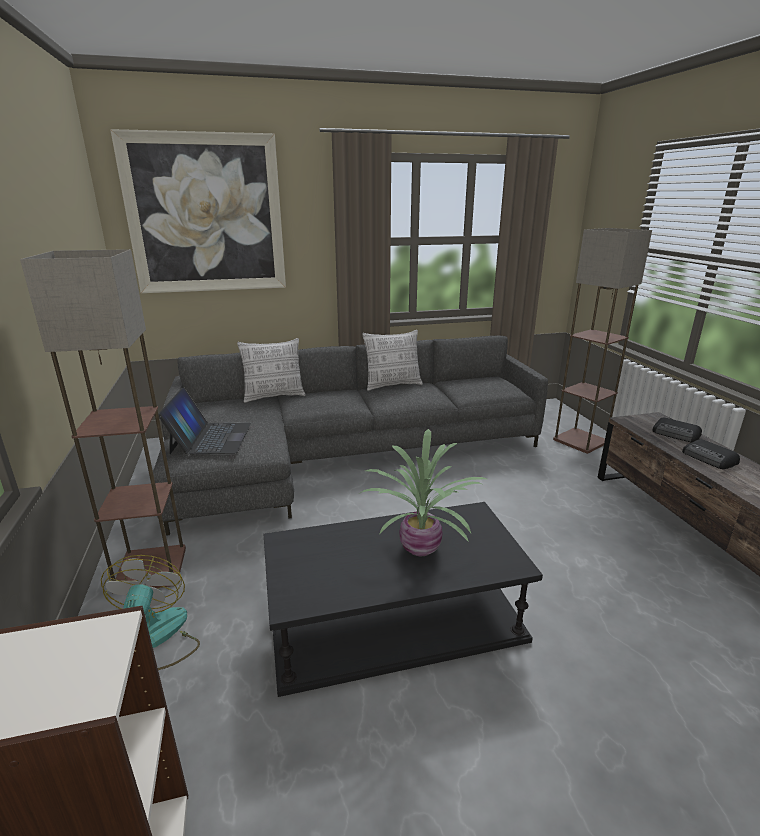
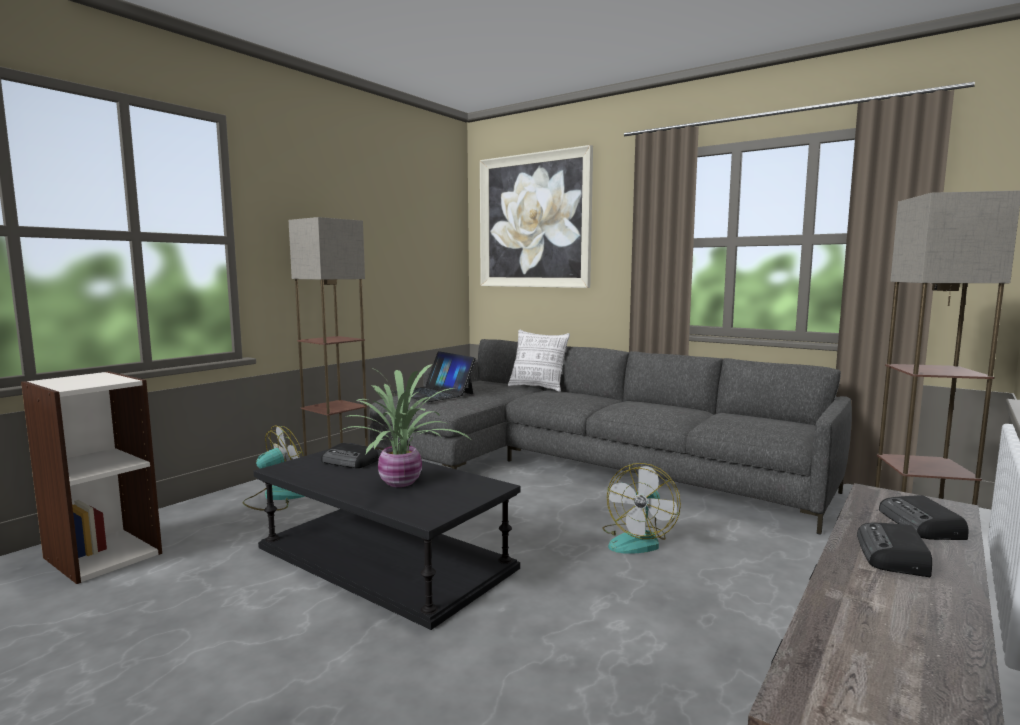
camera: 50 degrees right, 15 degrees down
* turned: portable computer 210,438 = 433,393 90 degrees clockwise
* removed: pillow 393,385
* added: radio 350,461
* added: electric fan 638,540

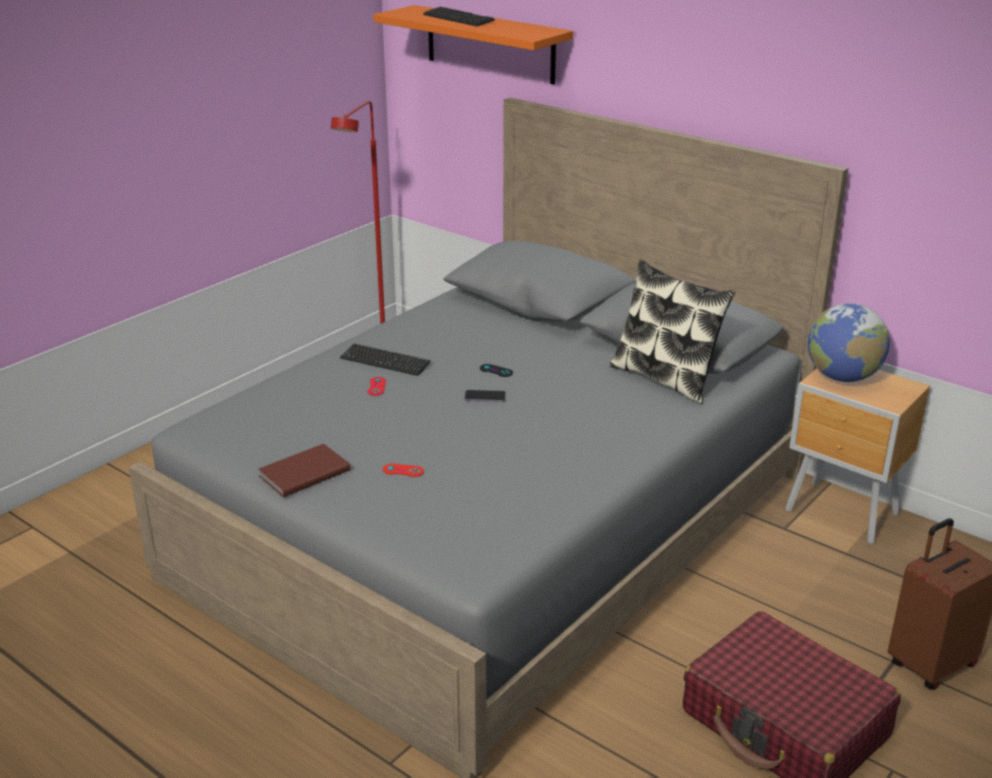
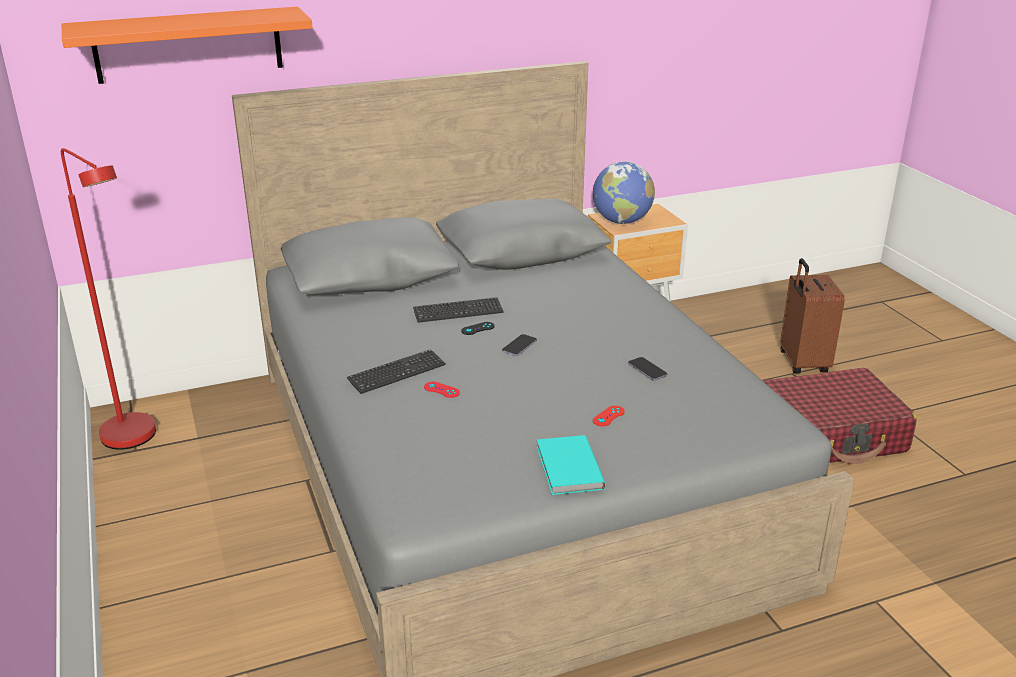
camera: 60 degrees left, 0 degrees up
* recoloured: bound book in brown 302,473 to bound book in turquoise-coloured 567,468
* moved: keyboard 458,19 to 458,312
* removed: pillow 665,378
* added: telephone 647,370

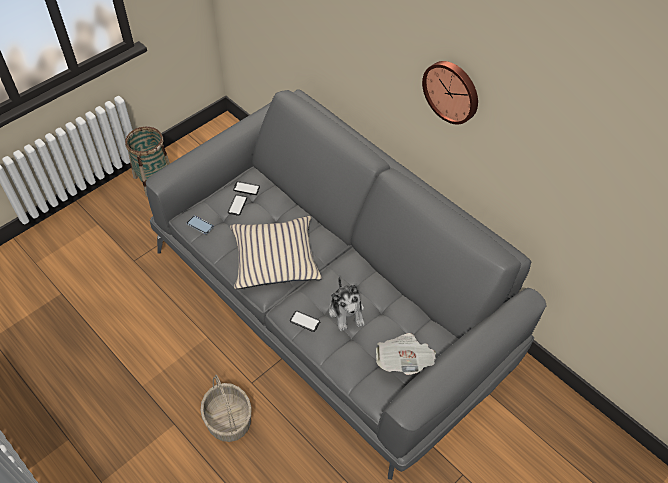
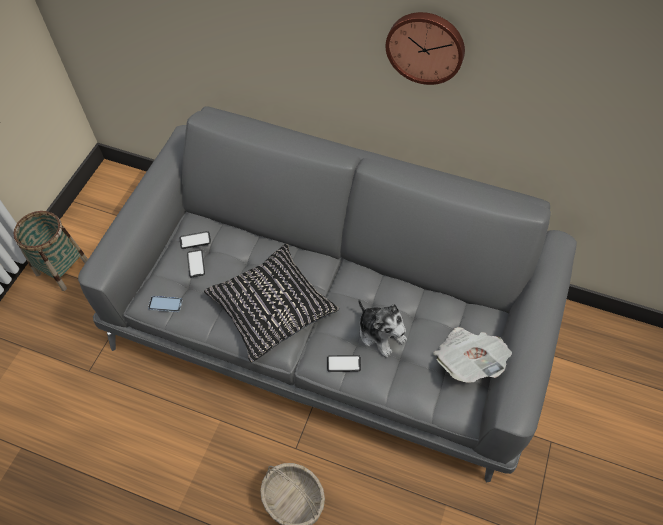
camera: 25 degrees left, 5 degrees up
* recoloured: pillow in beige-coloured 275,258 to pillow in black 271,307

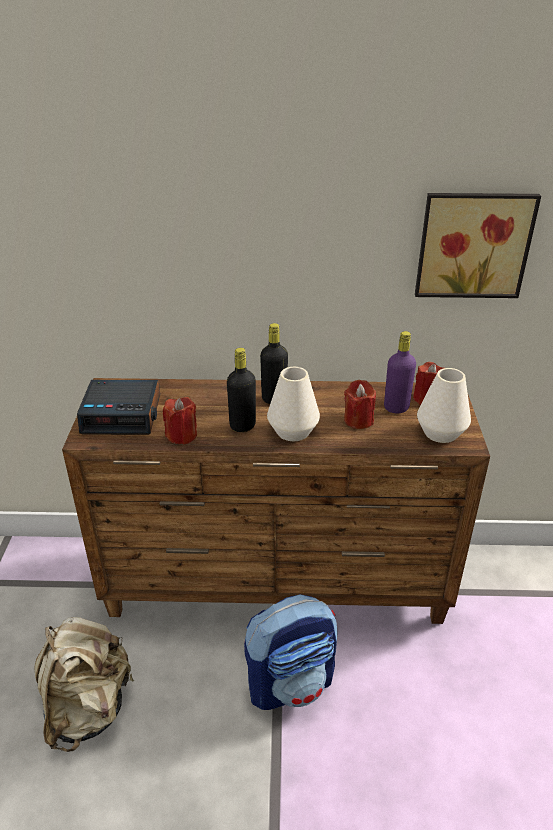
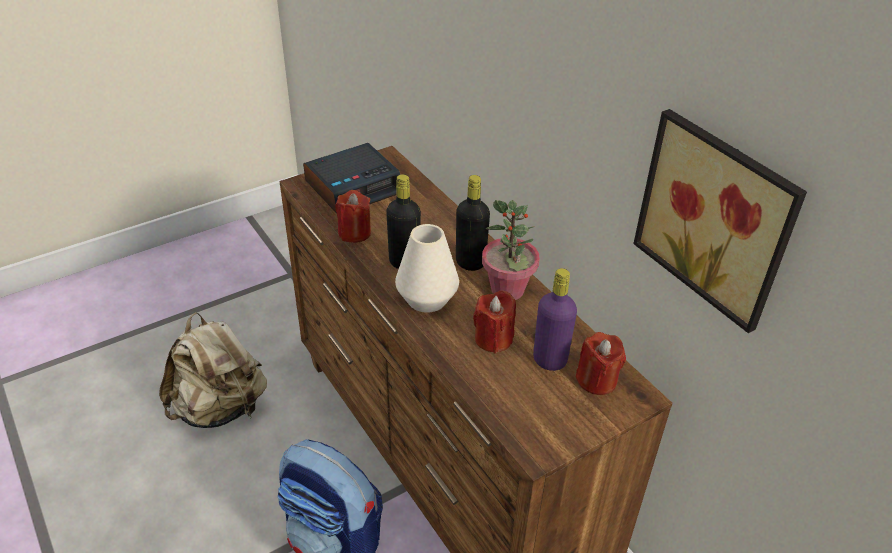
camera: 55 degrees right, 5 degrees up
* turned: bedside clock 123,414 = 353,186 90 degrees counterclockwise
* removed: vase in white 440,433
* added: plant in a pot 508,290

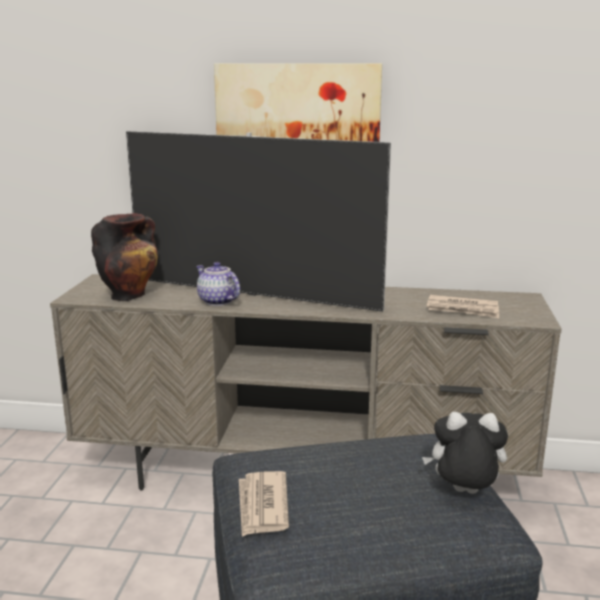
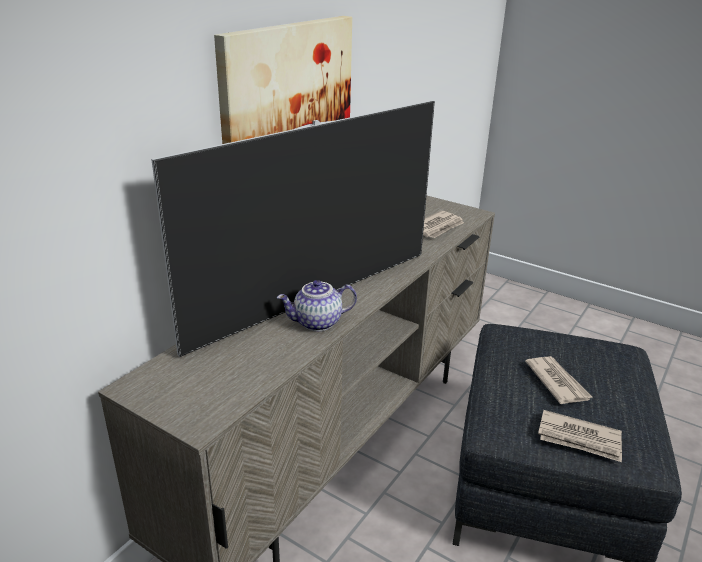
camera: 65 degrees left, 10 degrees up
* removed: vase 129,295
* removed: plush toy 463,493
* added: printed paper 557,382

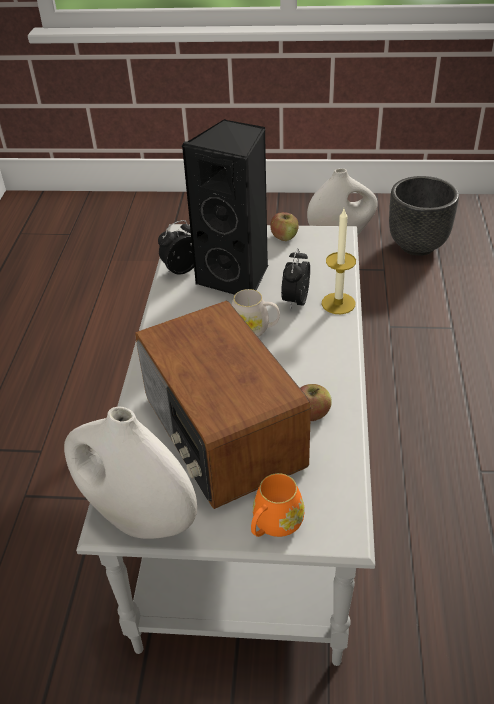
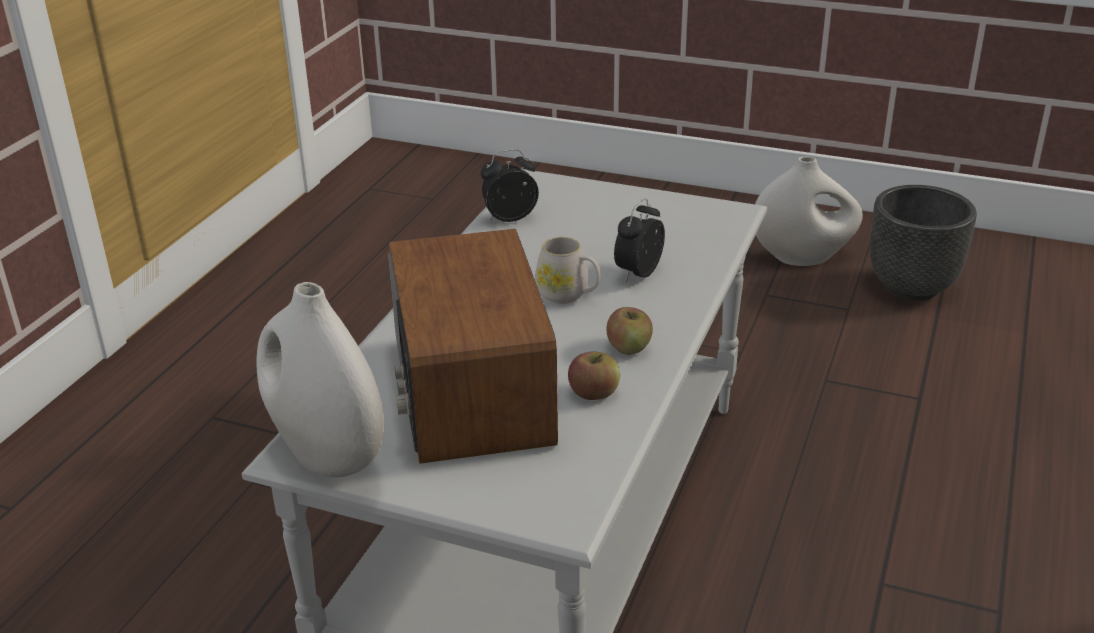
camera: 15 degrees right, 10 degrees down
* removed: audio speaker in black 237,277
* removed: mug in orangey 274,525
* moved: whole apple 284,236 to 629,347
* removed: candle 338,303

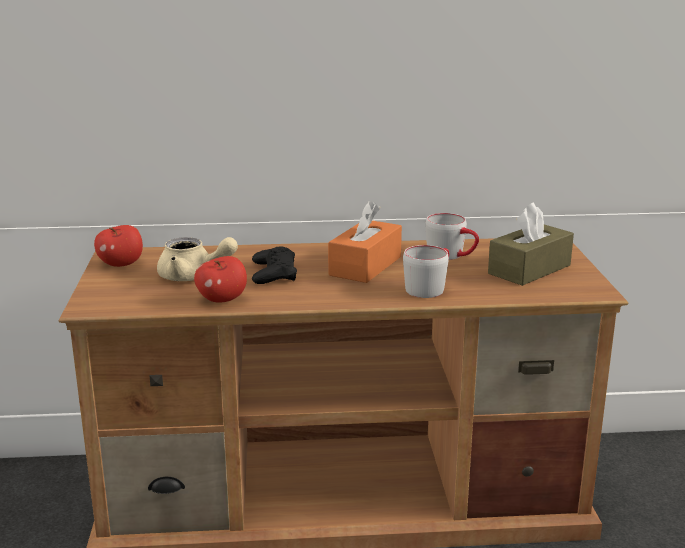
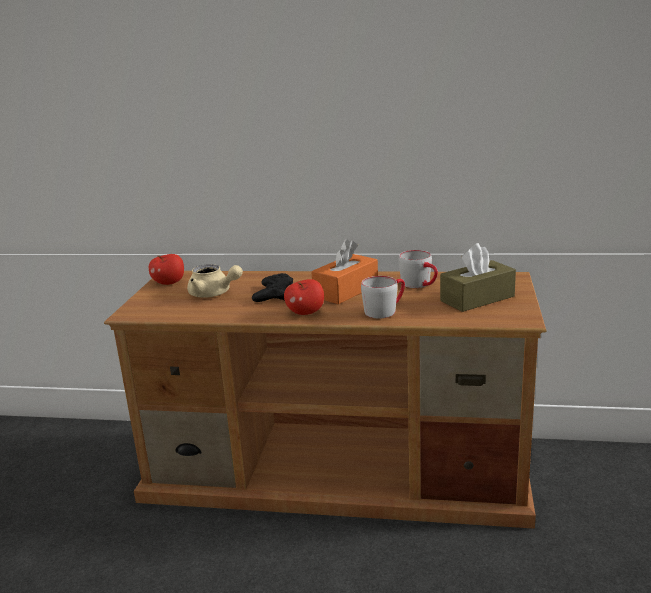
camera: 15 degrees right, 0 degrees up
* moved: whole apple 222,300 to 305,313

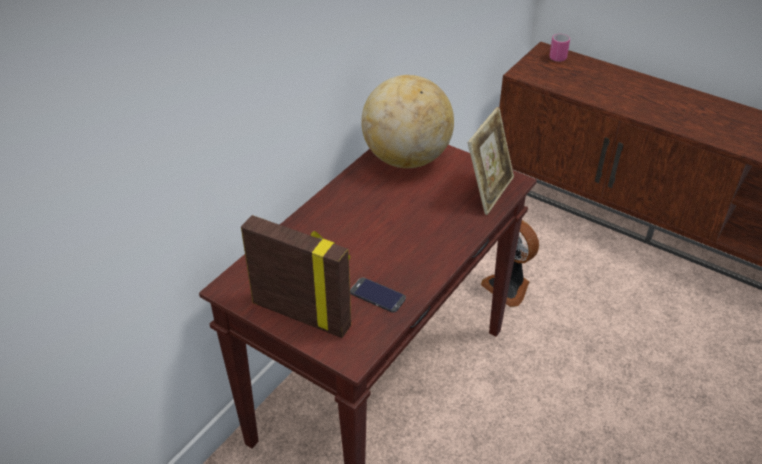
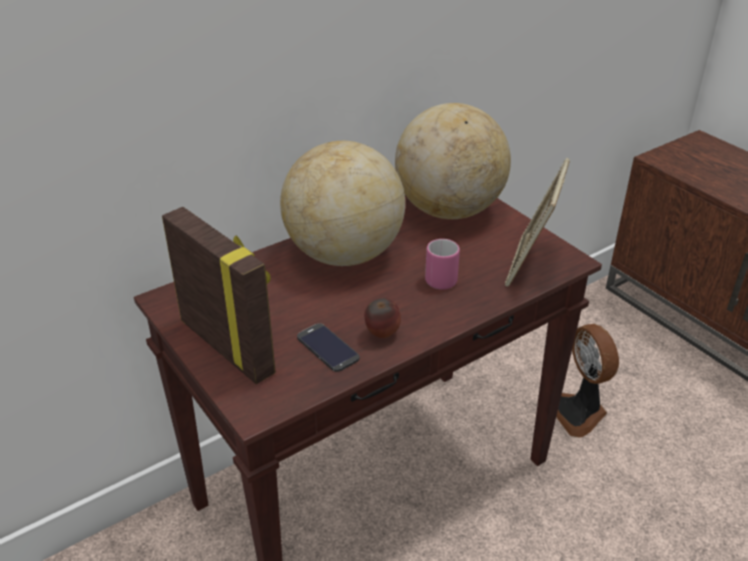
camera: 20 degrees right, 5 degrees down
* turned: standing frame 488,191 = 530,264 150 degrees clockwise
* moved: mug in pink-coloured 557,56 to 442,278
* added: globe 343,254
* added: whole apple 381,335

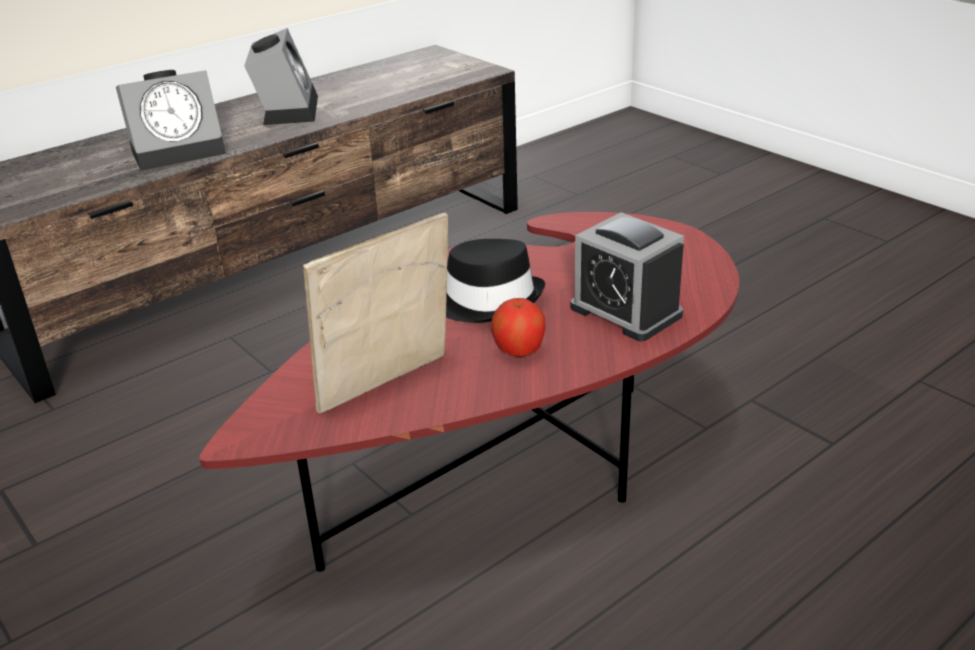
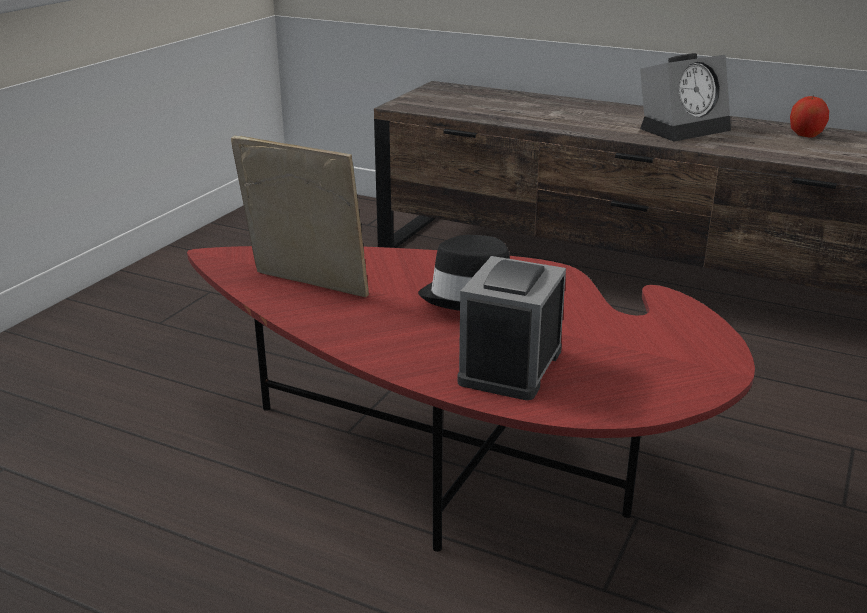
camera: 65 degrees right, 5 degrees down
* removed: bedside clock 180,150
* moved: whole apple 519,351 to 805,135

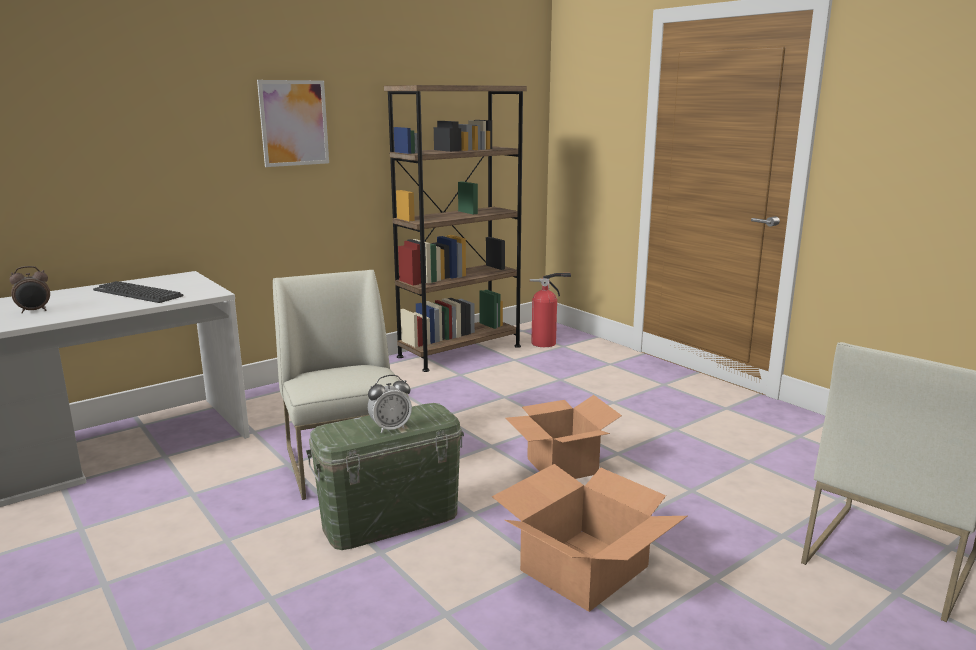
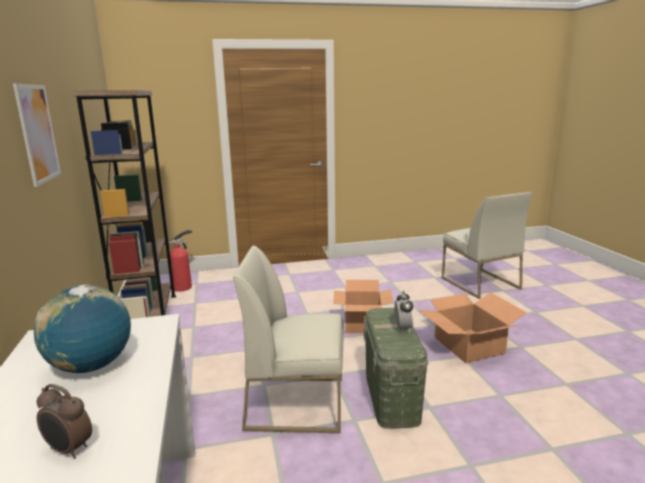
camera: 65 degrees left, 0 degrees up
* turned: bedside clock 34,311 = 69,450 120 degrees clockwise
* replaced: keyboard 137,293 to globe 91,366

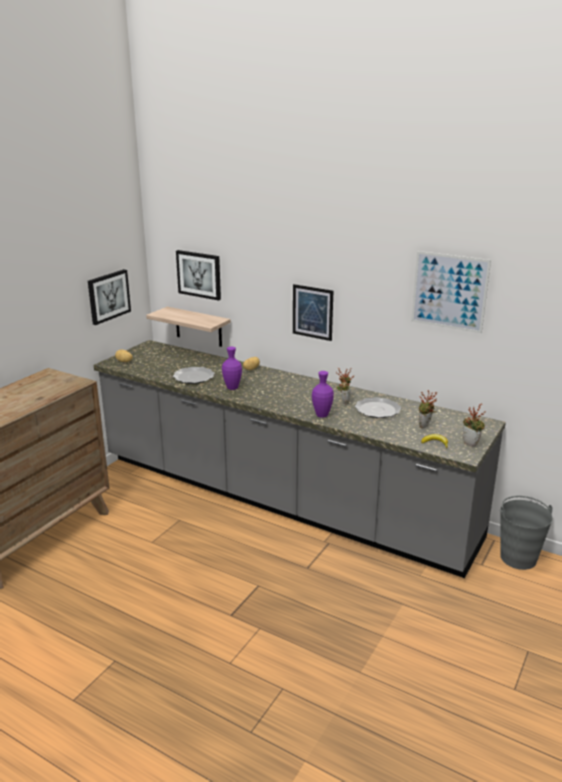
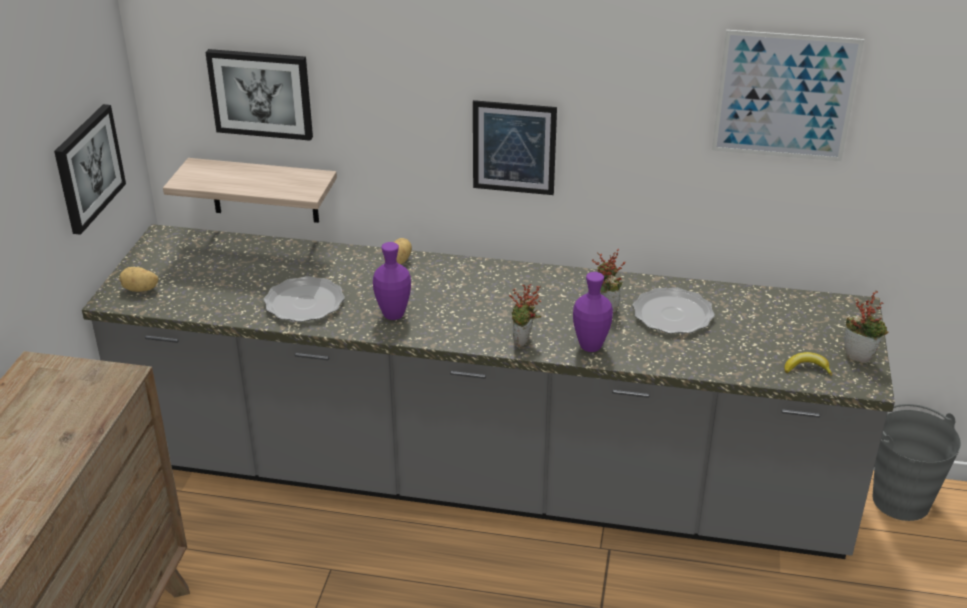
camera: 20 degrees left, 10 degrees up
* moved: plant in a pot 425,427 to 524,343

